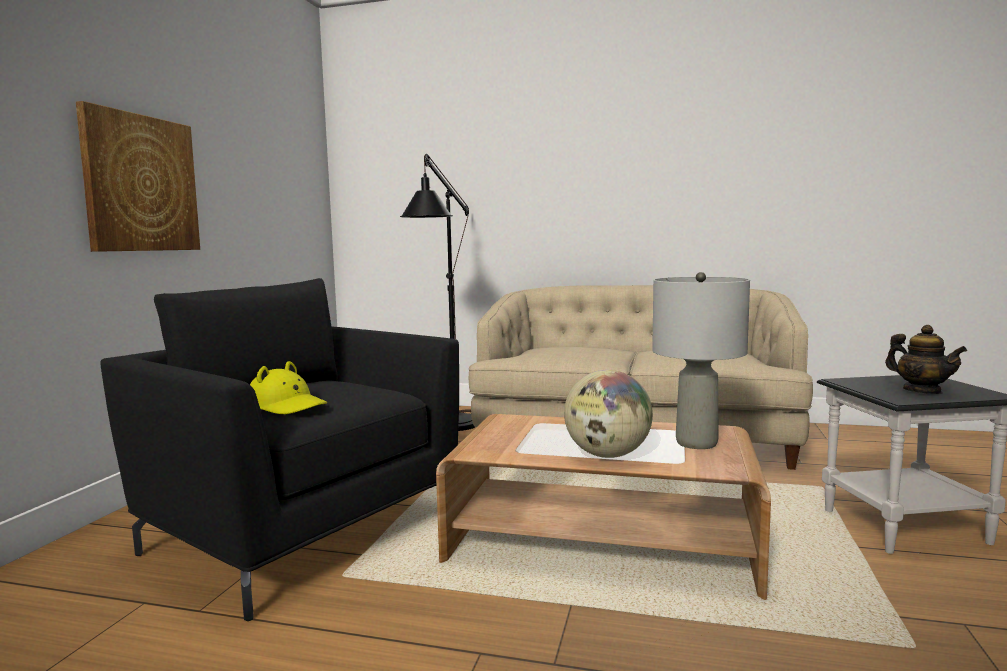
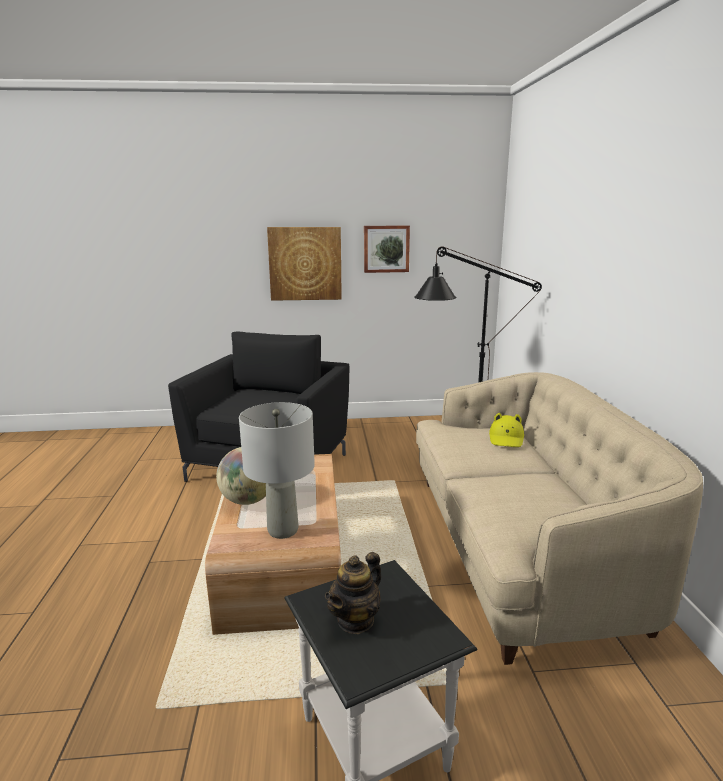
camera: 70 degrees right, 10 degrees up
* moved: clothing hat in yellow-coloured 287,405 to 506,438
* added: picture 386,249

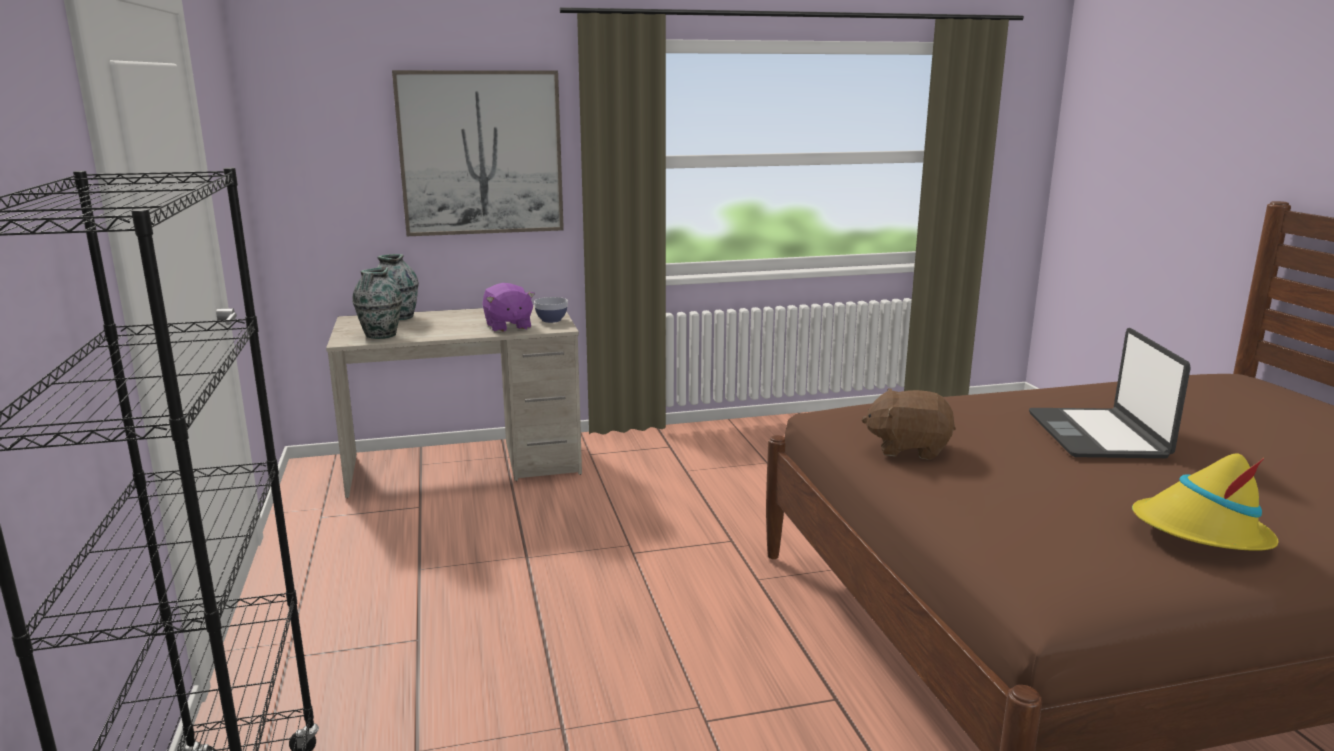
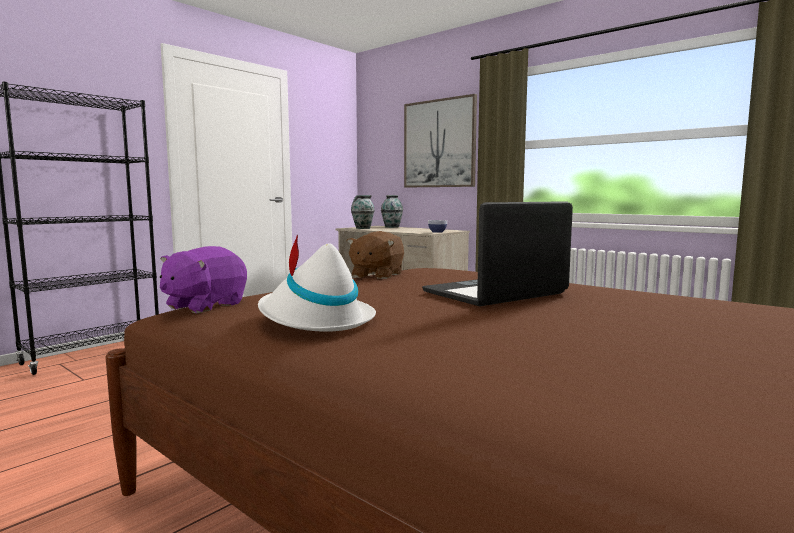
camera: 55 degrees right, 10 degrees down
* moved: plush toy in purplish 508,326 to 204,306
* turned: plush toy in brown 908,448 = 376,275 135 degrees counterclockwise
* recoloured: clothing hat in yellow-coloured 1200,533 to clothing hat in white 314,319

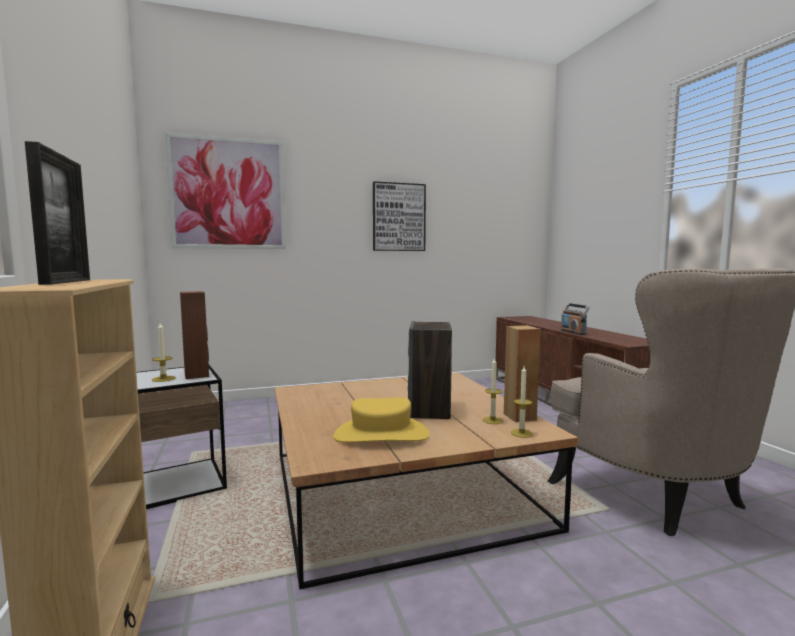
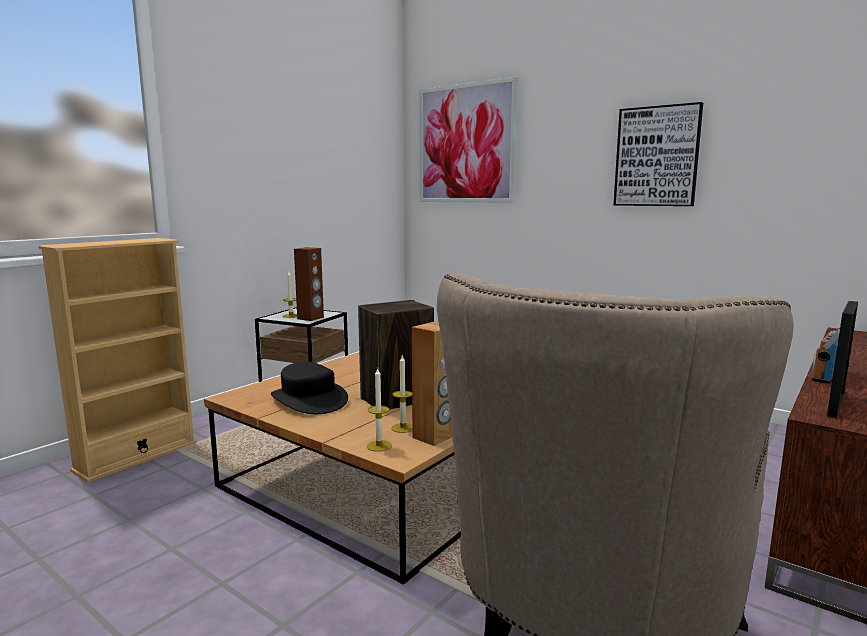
camera: 55 degrees right, 5 degrees up
* moved: standing frame 67,282 to 835,405
* recoloured: clothing hat in yellow-coloured 381,435 to clothing hat in black 308,400

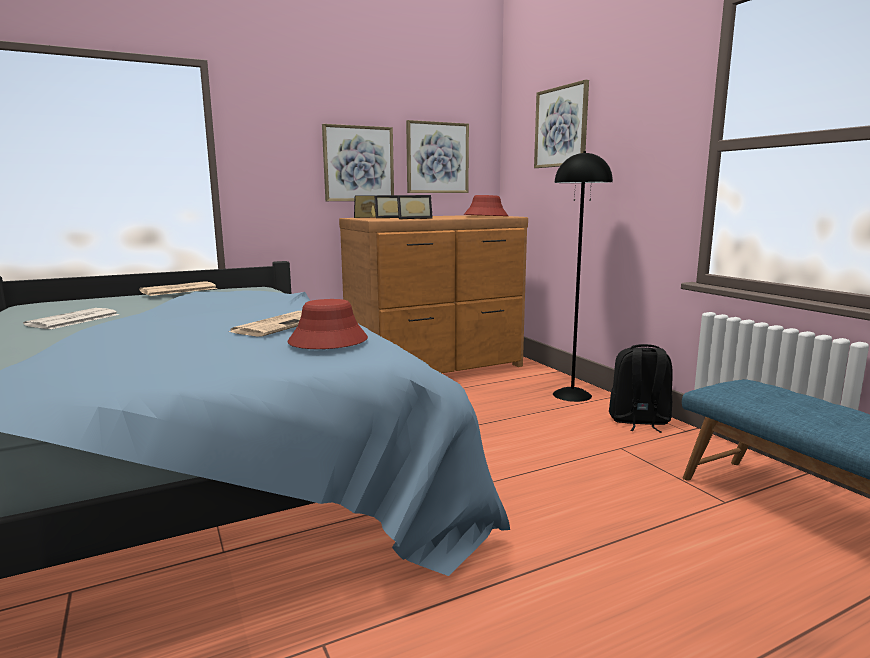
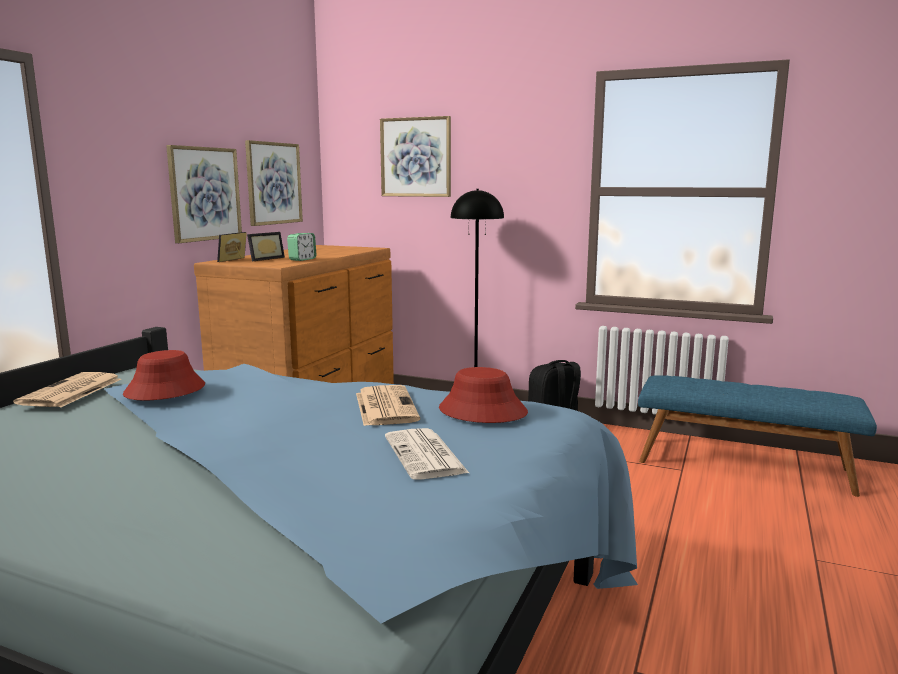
camera: 40 degrees left, 0 degrees up
* moved: printed paper 73,320 to 426,455
* replaced: standing frame 413,218 to bedside clock 302,259
* moved: clothing hat in reddish 486,216 to 165,390

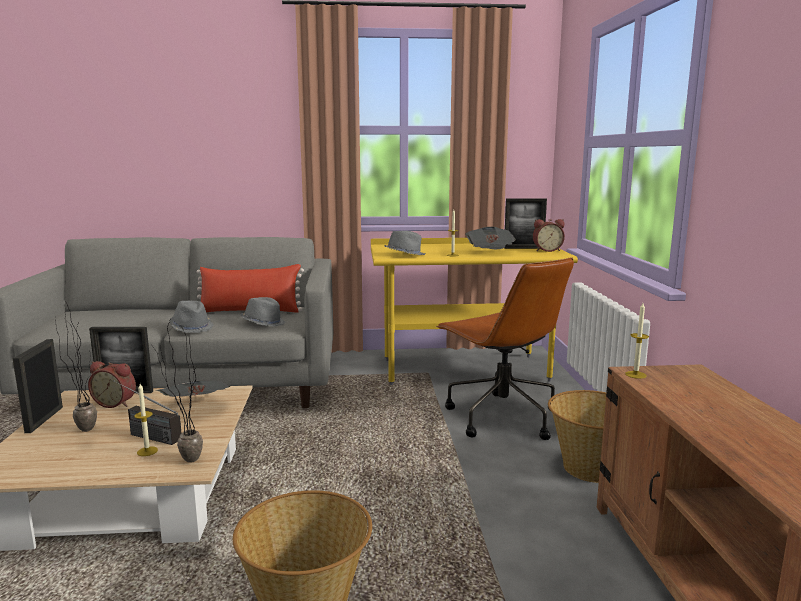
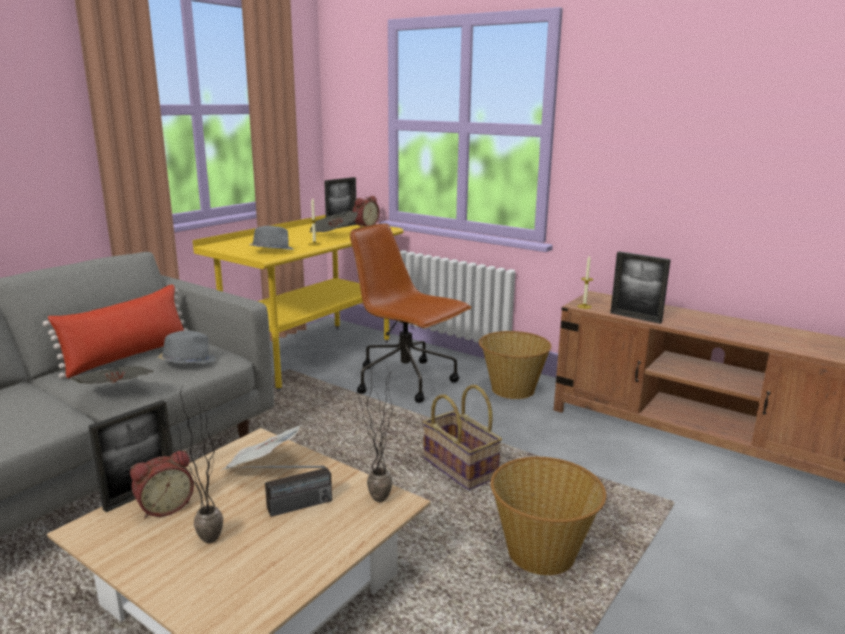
camera: 50 degrees left, 5 degrees up
* moved: standing frame 44,419 to 635,317
* removed: candle 147,451
* replaced: clothing hat in gray 192,328 to printed paper 116,394
* turned: office chair in brown 500,417 = 406,381 150 degrees counterclockwise
* added: household basket 461,468

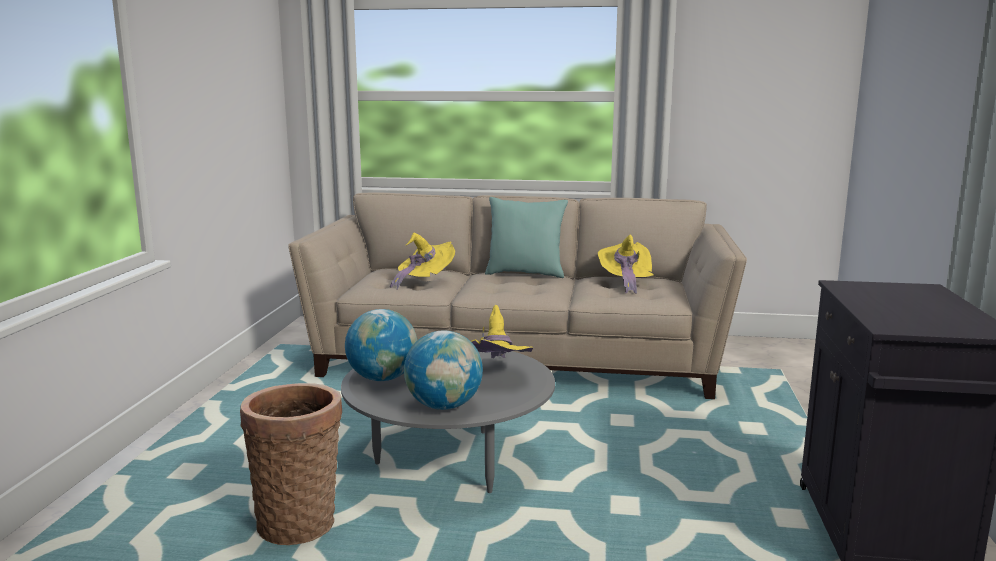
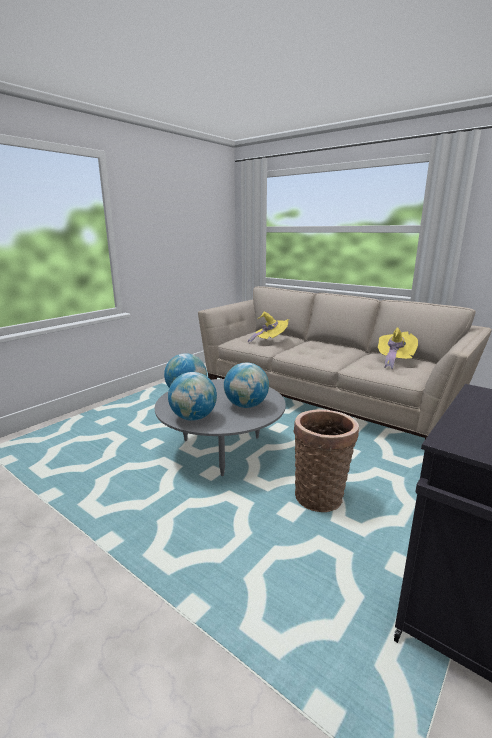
camera: 30 degrees right, 5 degrees up
* moved: household basket 299,522 to 320,496
* replaced: clothing hat in yellow-coloured 496,375 to globe 246,405
* removed: pillow in turquoise-coloured 525,273

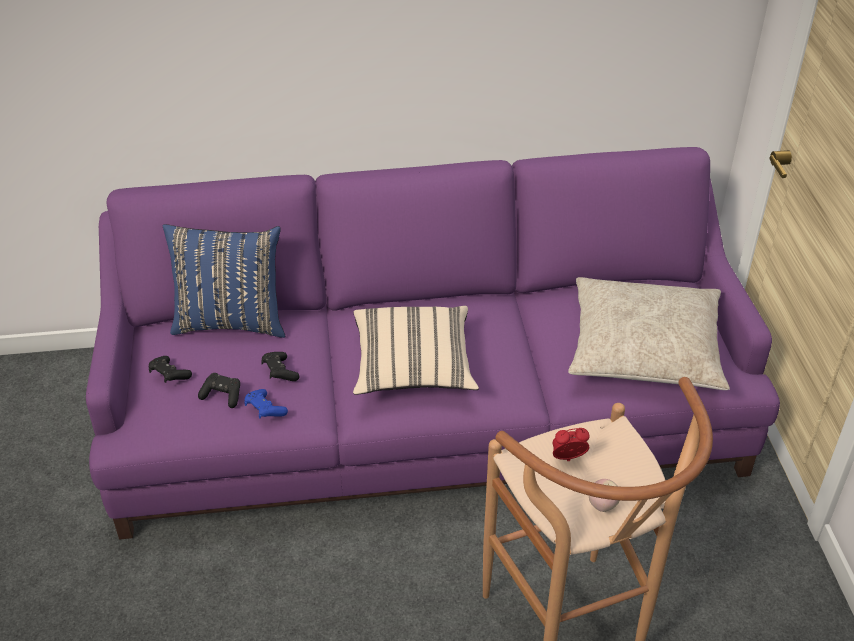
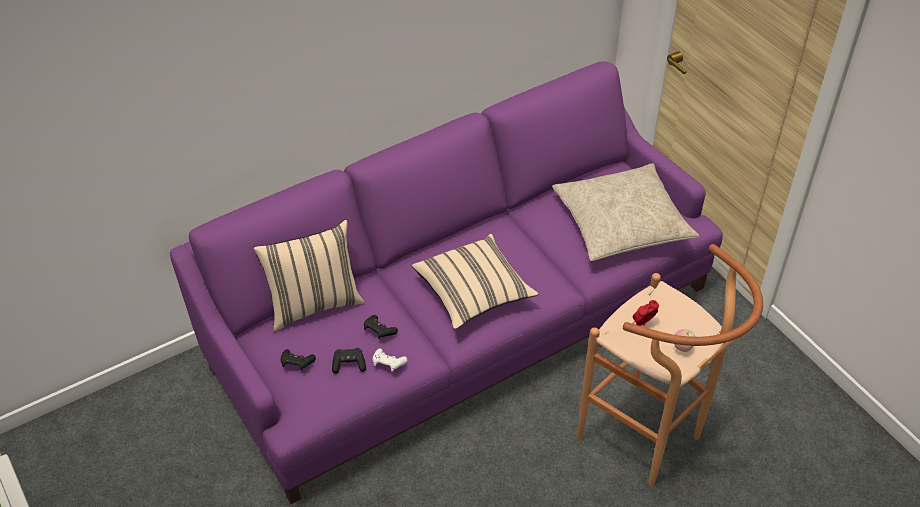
camera: 25 degrees left, 5 degrees up
* recoloured: pillow in blue-coloured 231,321 to pillow in beige-coloured 314,304
* recoloured: gamepad in blue-coloured 265,410 to gamepad in white 388,364

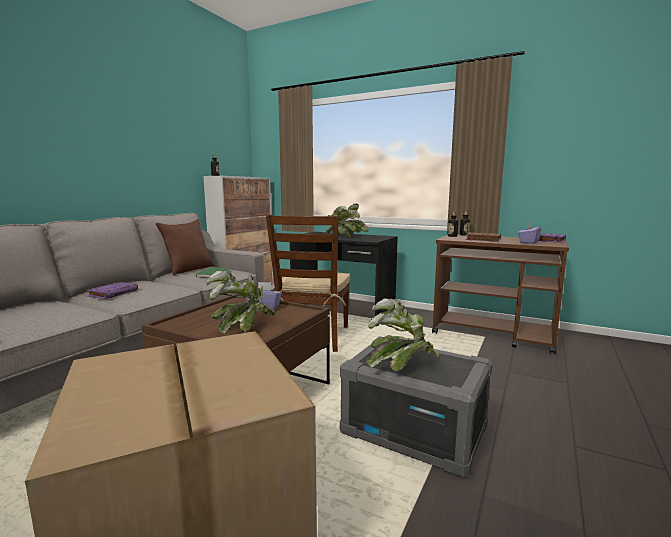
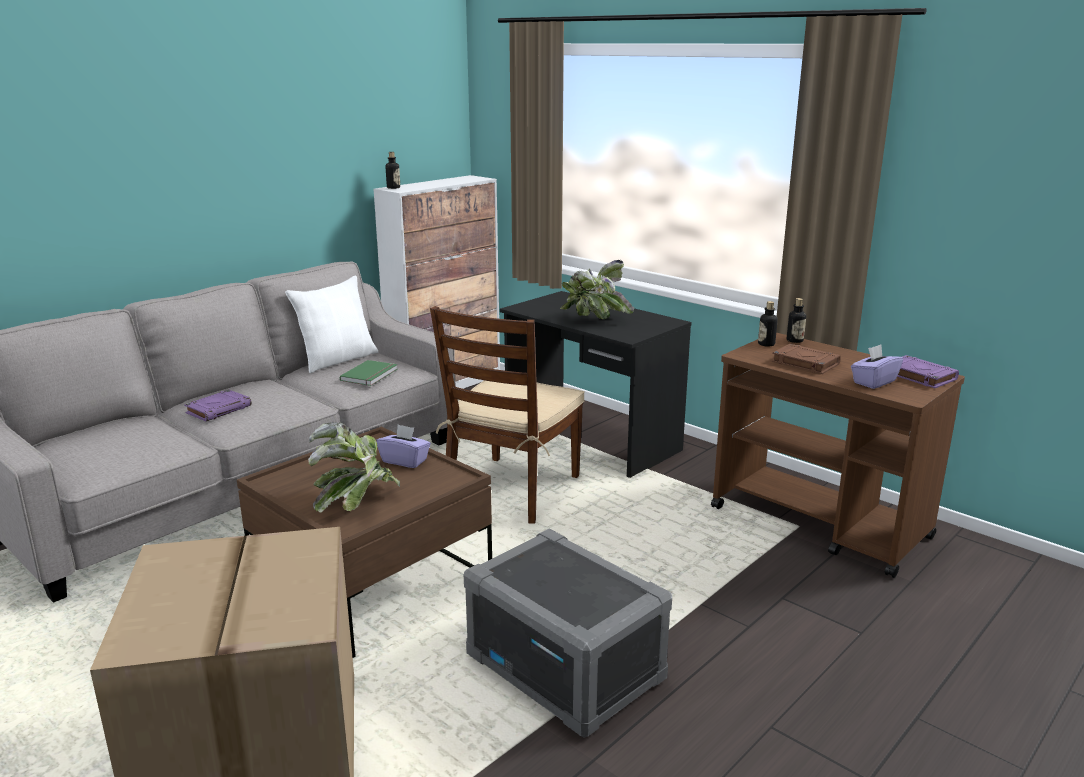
camera: 15 degrees right, 10 degrees up
* recoloured: pillow in brown 188,269 to pillow in white 337,360
* removed: plant in a pot 401,365

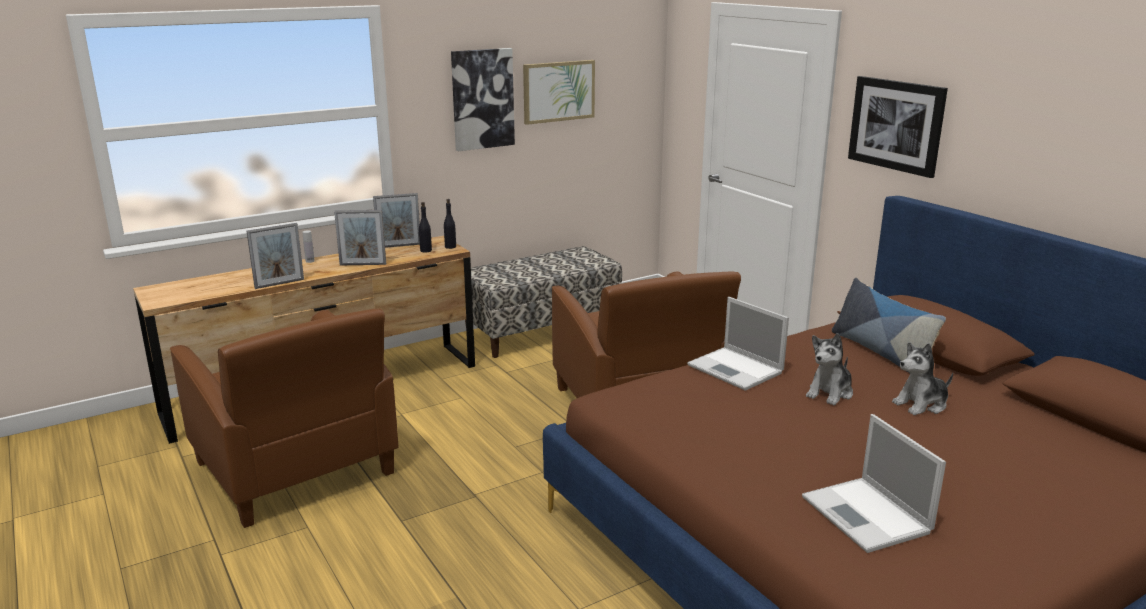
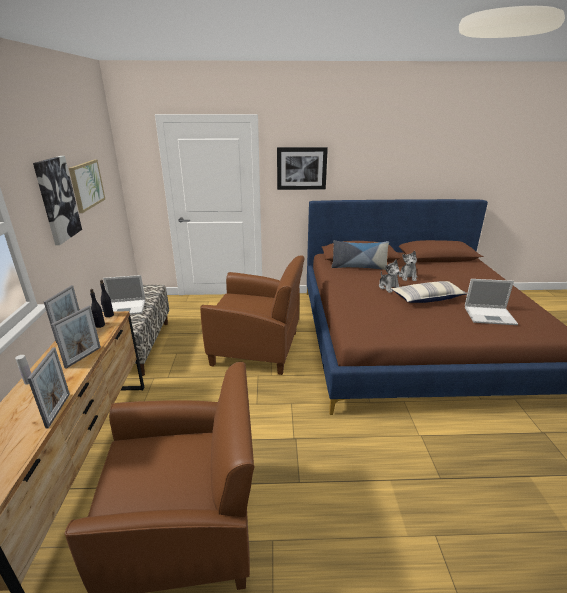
camera: 60 degrees left, 5 degrees up
* moved: portable computer 736,369 to 126,308
* added: pillow 427,298

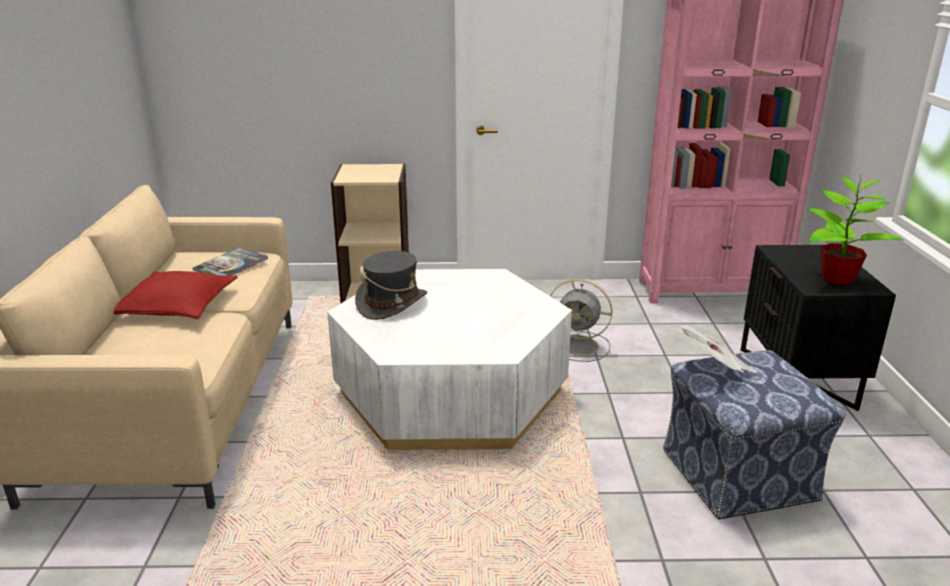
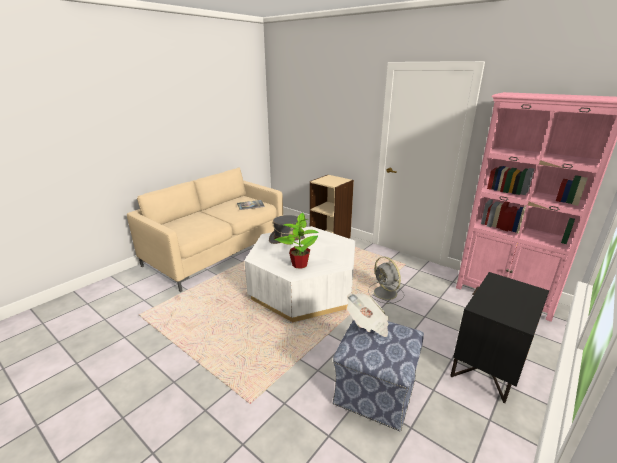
camera: 40 degrees right, 0 degrees up
* removed: pillow in reddish 177,307
* moved: plant in a pot 836,278 to 299,264

